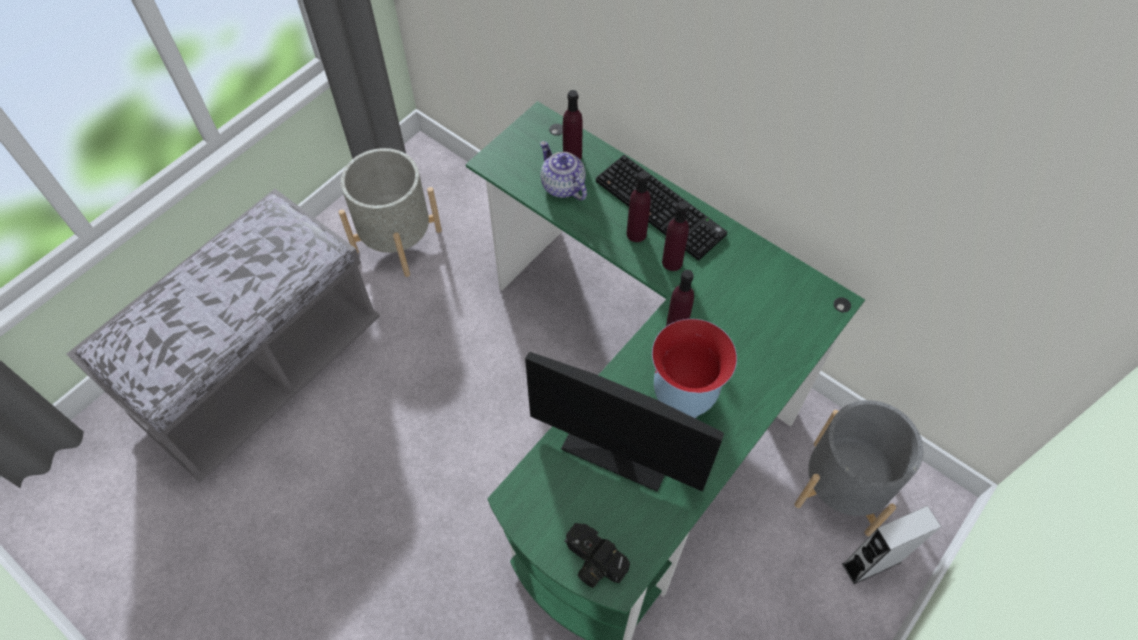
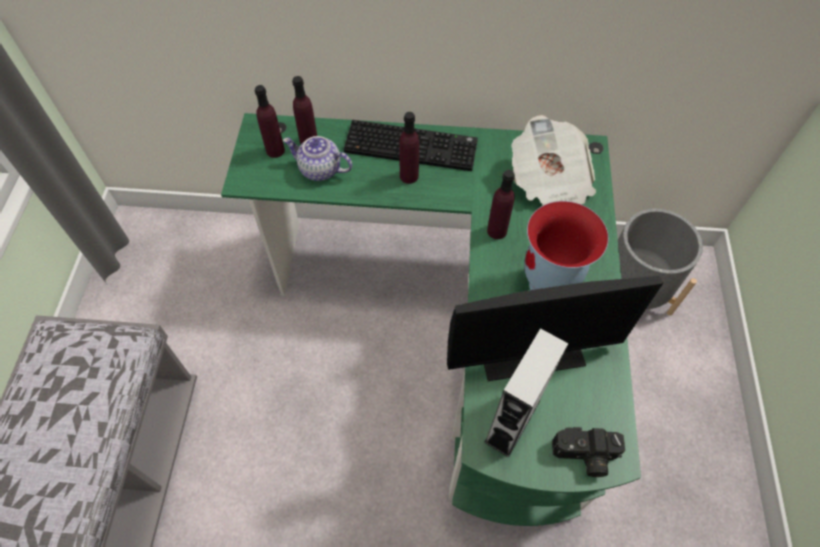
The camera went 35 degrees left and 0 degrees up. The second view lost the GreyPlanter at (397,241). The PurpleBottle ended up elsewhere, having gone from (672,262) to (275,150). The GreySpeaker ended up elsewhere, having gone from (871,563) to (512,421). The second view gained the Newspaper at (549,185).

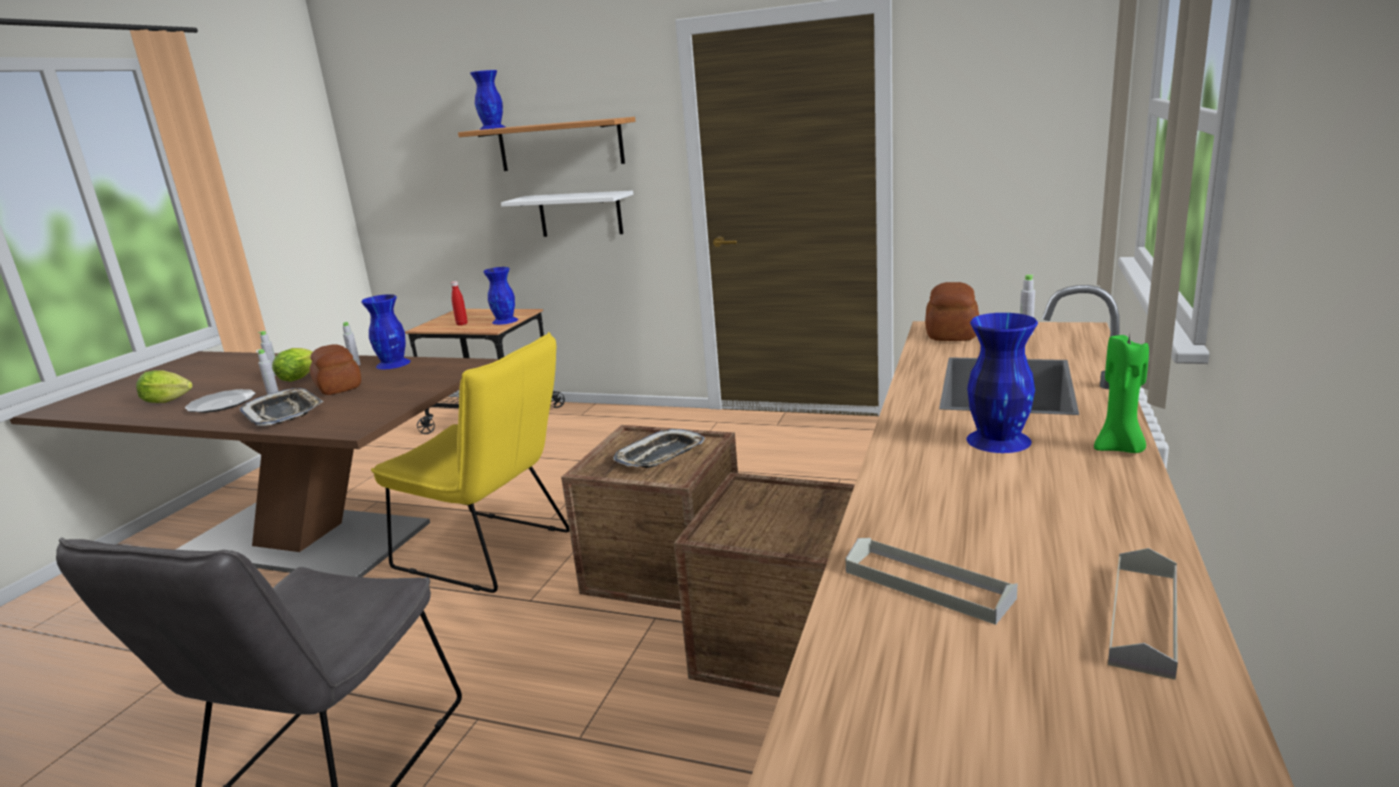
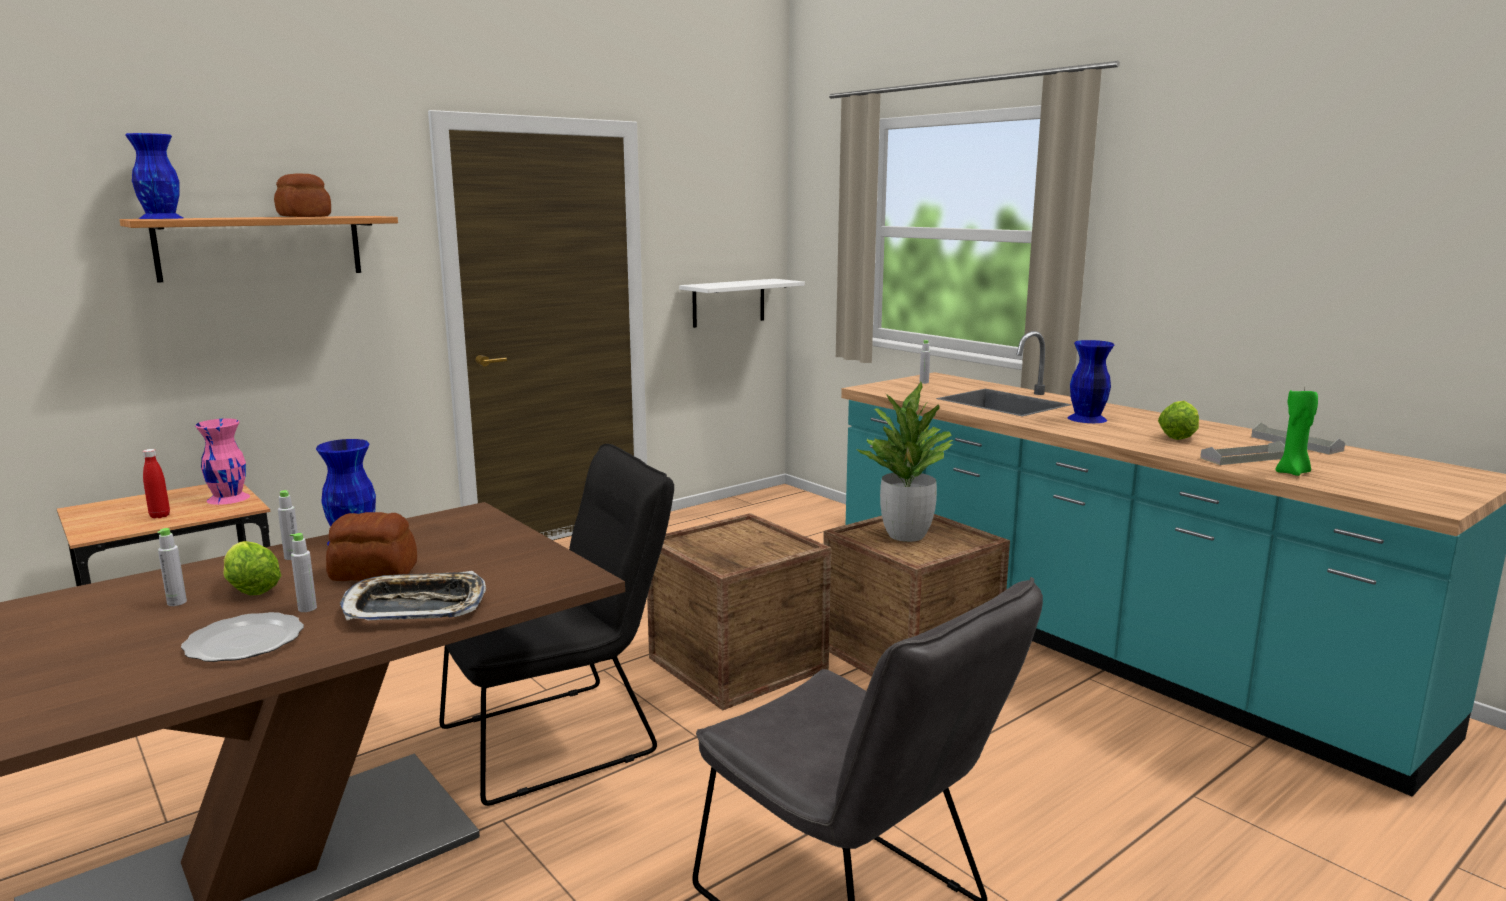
The camera went 60 degrees left and 5 degrees down. The Lettuce ended up elsewhere, having gone from (171,401) to (1179,436). What was the YellowChair at (492,552) turned into the BlackChair at (563,736). What was the BlueVase at (505,320) turned into the PinkVase at (228,498). The WhiteShelf ended up elsewhere, having gone from (580,214) to (728,302). The second view lost the Tray at (660,456). The Bread ended up elsewhere, having gone from (952,333) to (304,216). The GreenCandle ended up elsewhere, having gone from (1120,449) to (1293,473). The second view gained the PottedPlant at (906,536).

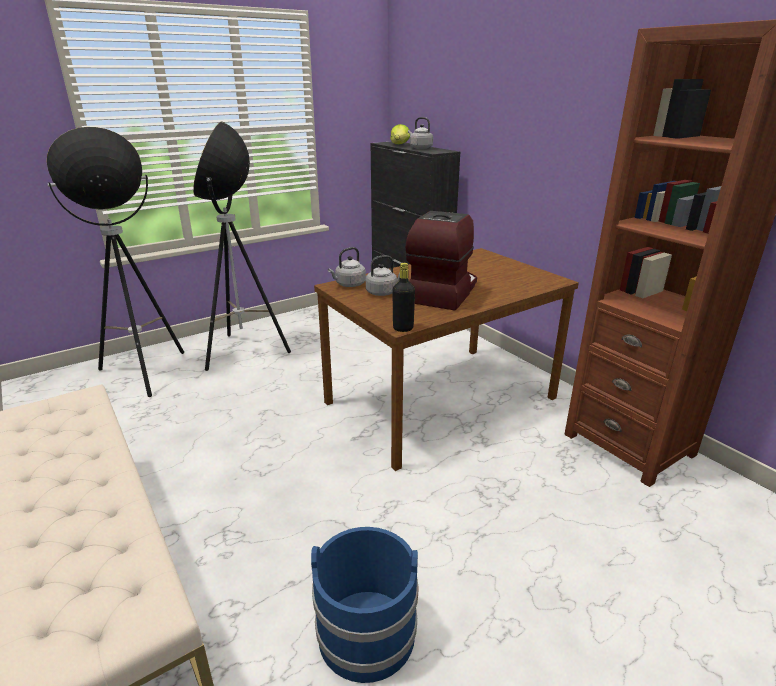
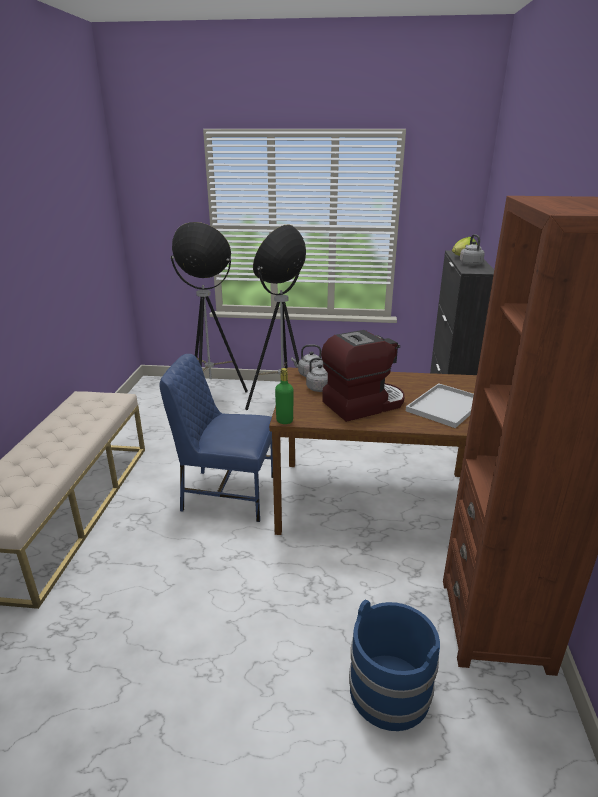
The camera went 40 degrees right and 0 degrees up. The BlueBucket ended up elsewhere, having gone from (367,633) to (390,691). What was the BlackBottle at (403,328) turned into the GreenBottle at (284,421). The second view gained the BlueChair at (227,493). The second view gained the WhiteTray at (446,407).

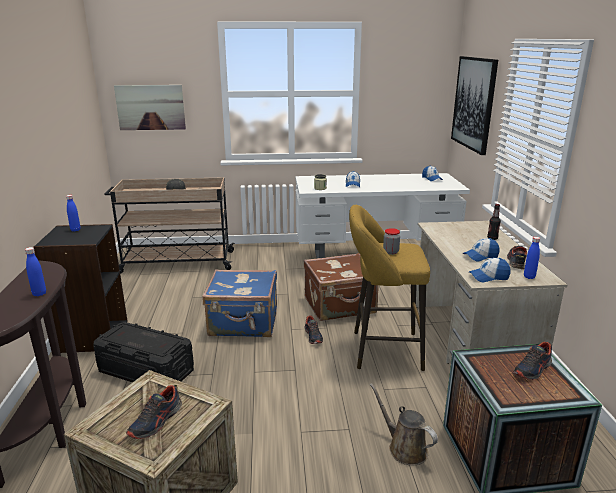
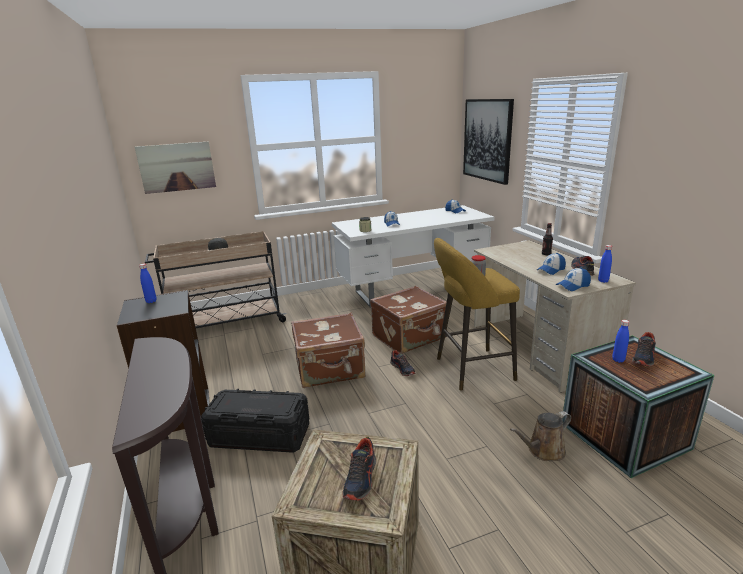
The camera went 15 degrees left and 0 degrees up. The BlueBottle ended up elsewhere, having gone from (39,294) to (618,360). What was the BlueSuitcase at (244,323) turned into the BrownSuitcase at (330,370). The BrownWateringCan at (404,448) ended up facing another way, 60 degrees counterclockwise from before.

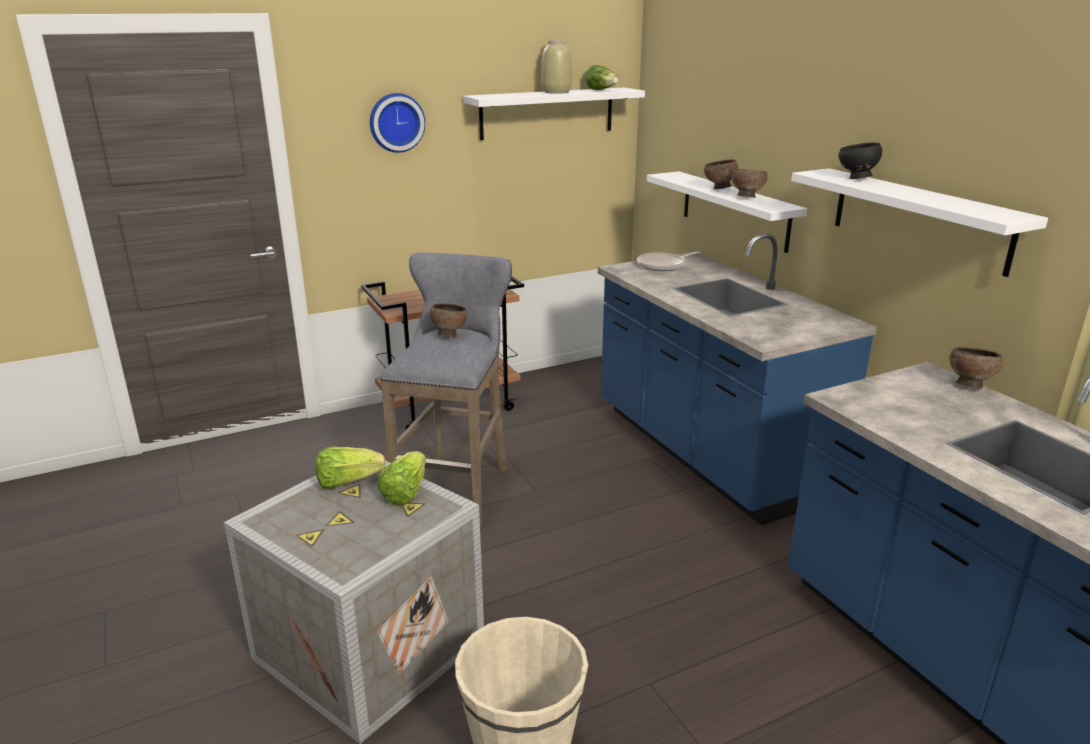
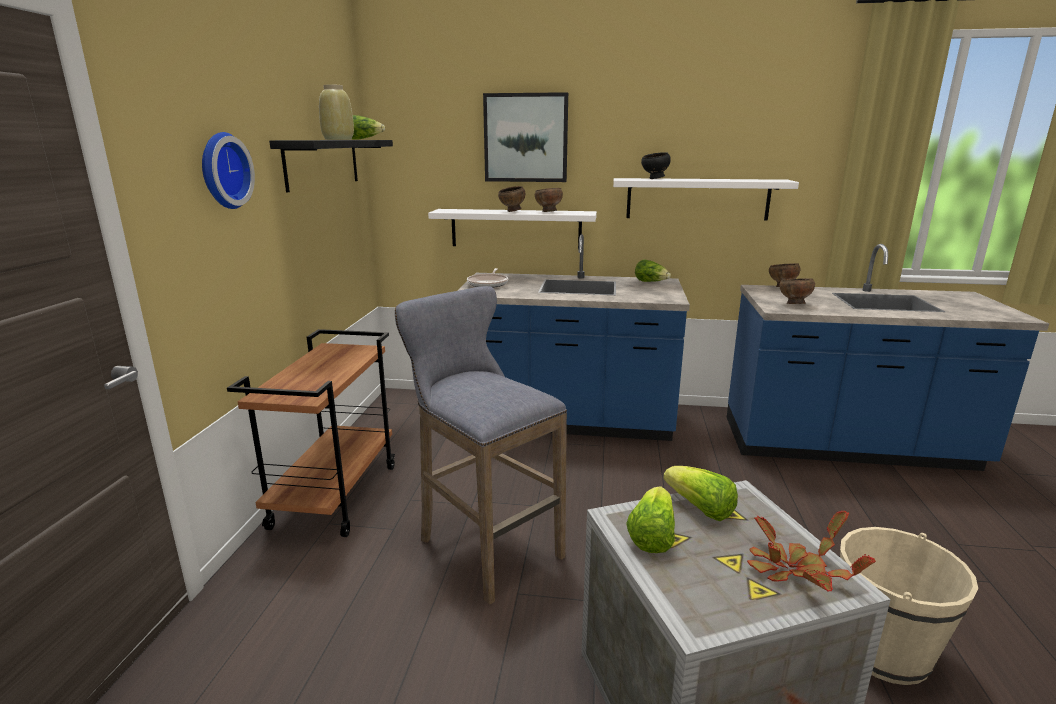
The camera went 55 degrees left and 5 degrees down. The BrownBowl ended up elsewhere, having gone from (449,335) to (793,304). What was the WhiteShelf at (547,113) turned into the BlackShelf at (322,163). The second view gained the Picture at (526,138). The second view gained the Lettuce at (651,282). The second view gained the PottedPlant at (794,570).

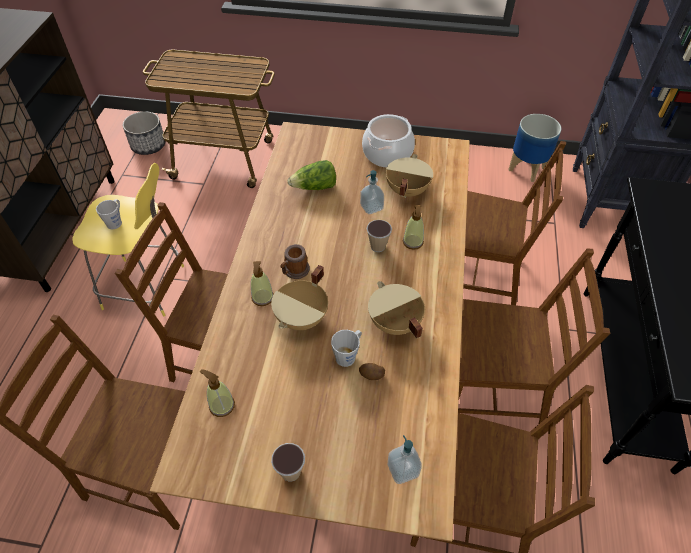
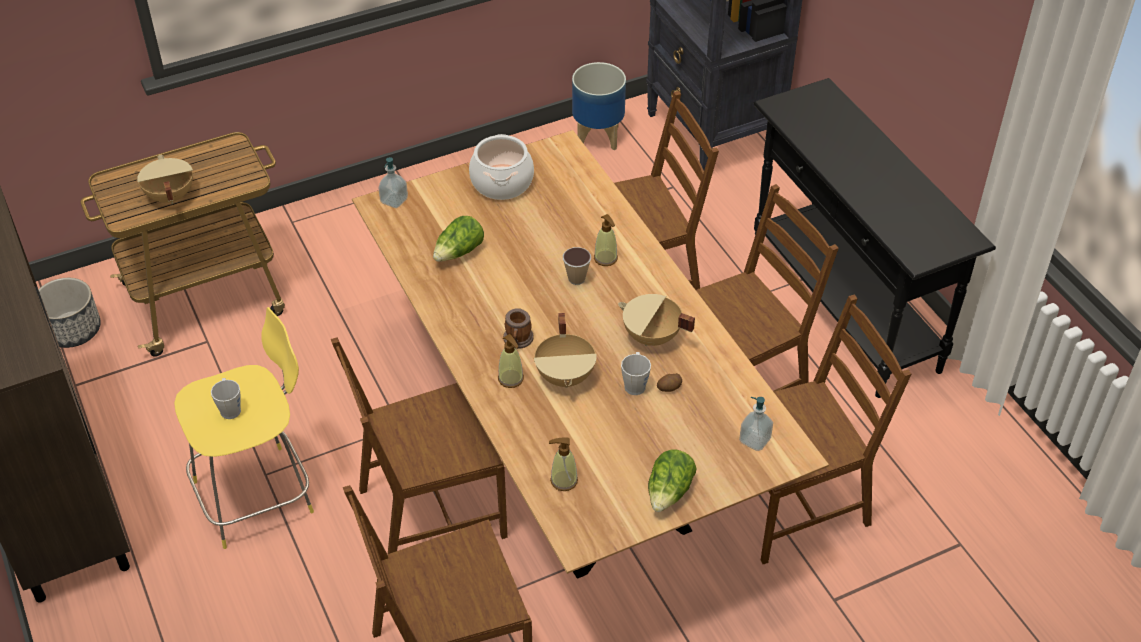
The camera went 35 degrees left and 5 degrees down. Where the Cup stood at (290,472), the Lettuce came to stand at (669,492). The SoapDispenser ended up elsewhere, having gone from (371,207) to (394,200). The BeigeCookingPot ended up elsewhere, having gone from (406,190) to (169,196).

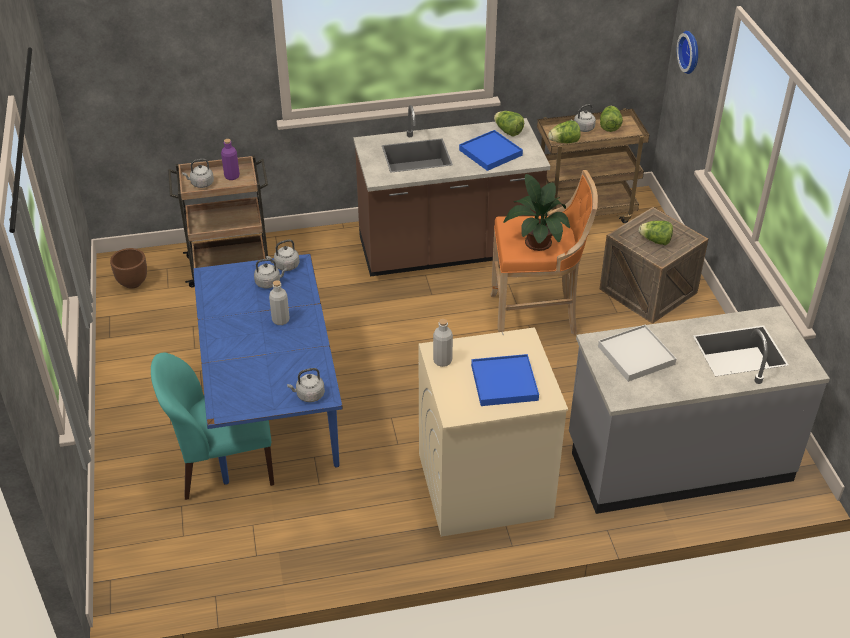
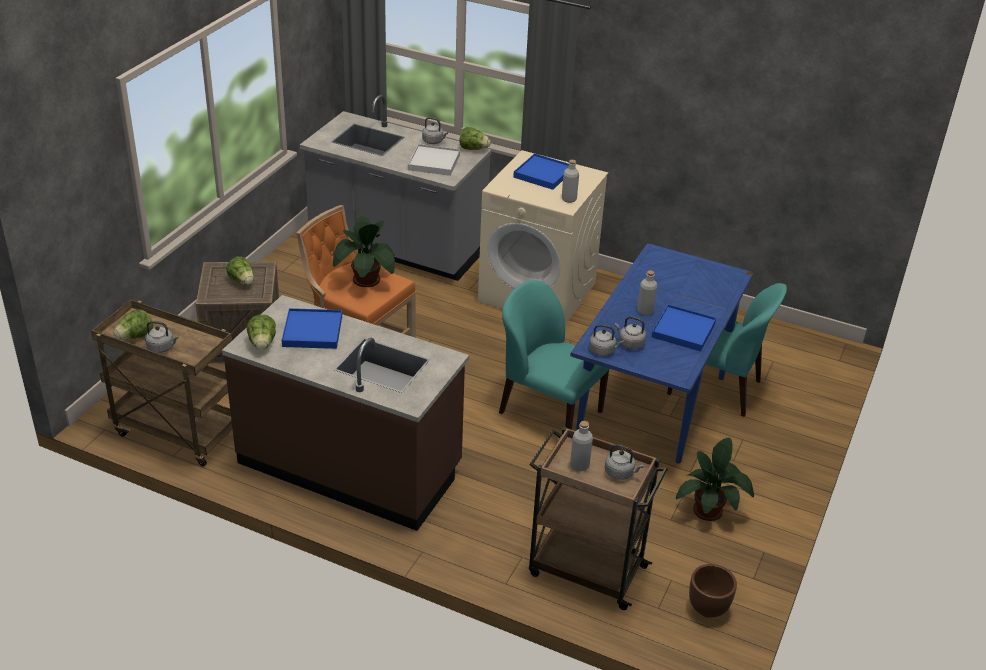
The camera went 145 degrees left and 5 degrees down. What was the PurpleBottle at (232,176) turned into the GreyBottle at (579,465). The GreyKettle ended up elsewhere, having gone from (309,395) to (434,141). The Lettuce ended up elsewhere, having gone from (564,142) to (473,149). The second view lost the WallClock at (691,52). The second view gained the TurquoiseChair at (548,411). The second view gained the BlueTray at (683,330). The second view gained the PottedPlant at (710,509).

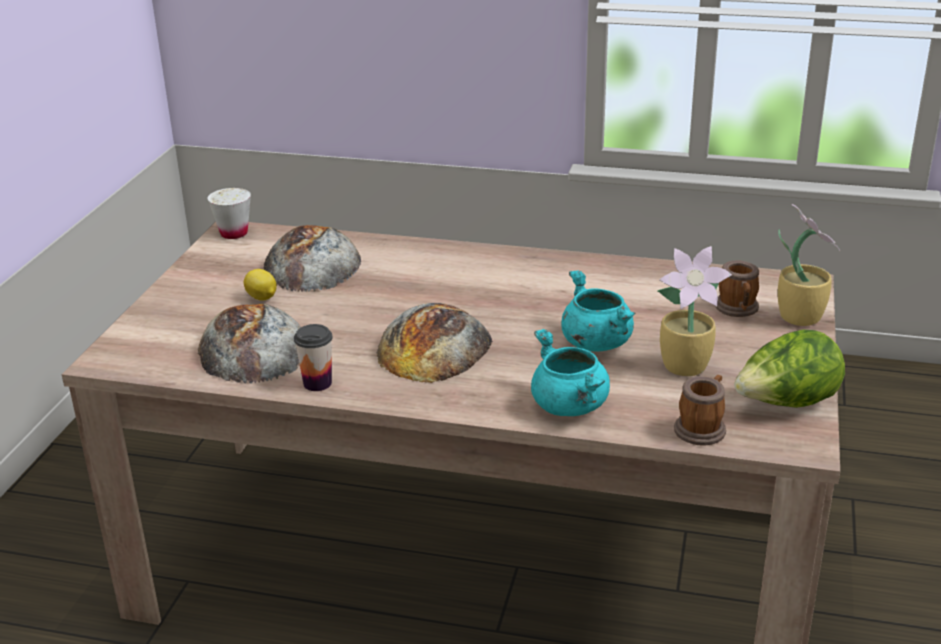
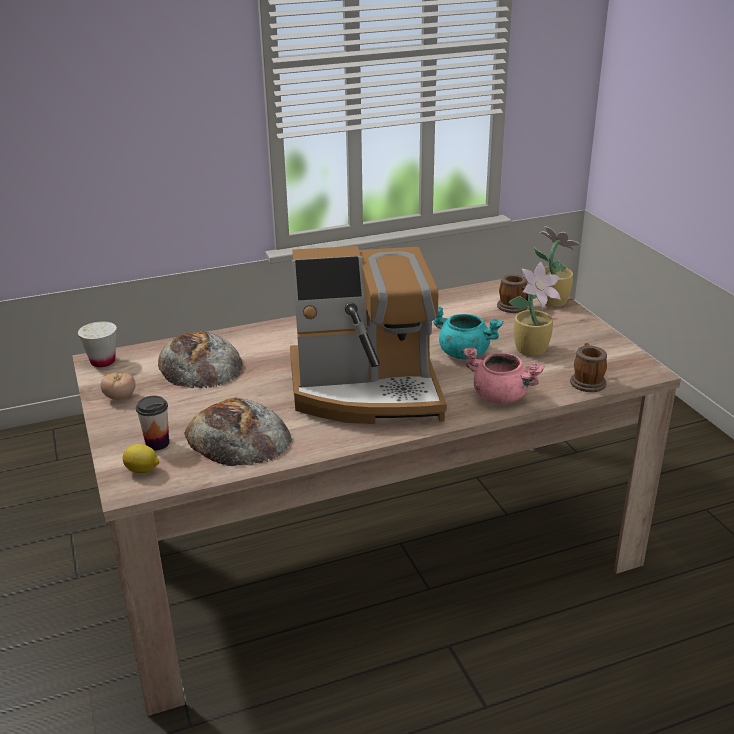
The camera went 35 degrees left and 0 degrees up. The Lemon ended up elsewhere, having gone from (262,298) to (143,470). The Cup ended up elsewhere, having gone from (317,383) to (157,443). Where the Bread stood at (434,346), the CoffeeMachine came to stand at (366,390). What was the TurquoiseCookingPot at (570,407) turned into the PinkCookingPot at (501,396). The second view lost the Lettuce at (786,404). The second view gained the Tomato at (120,397).

